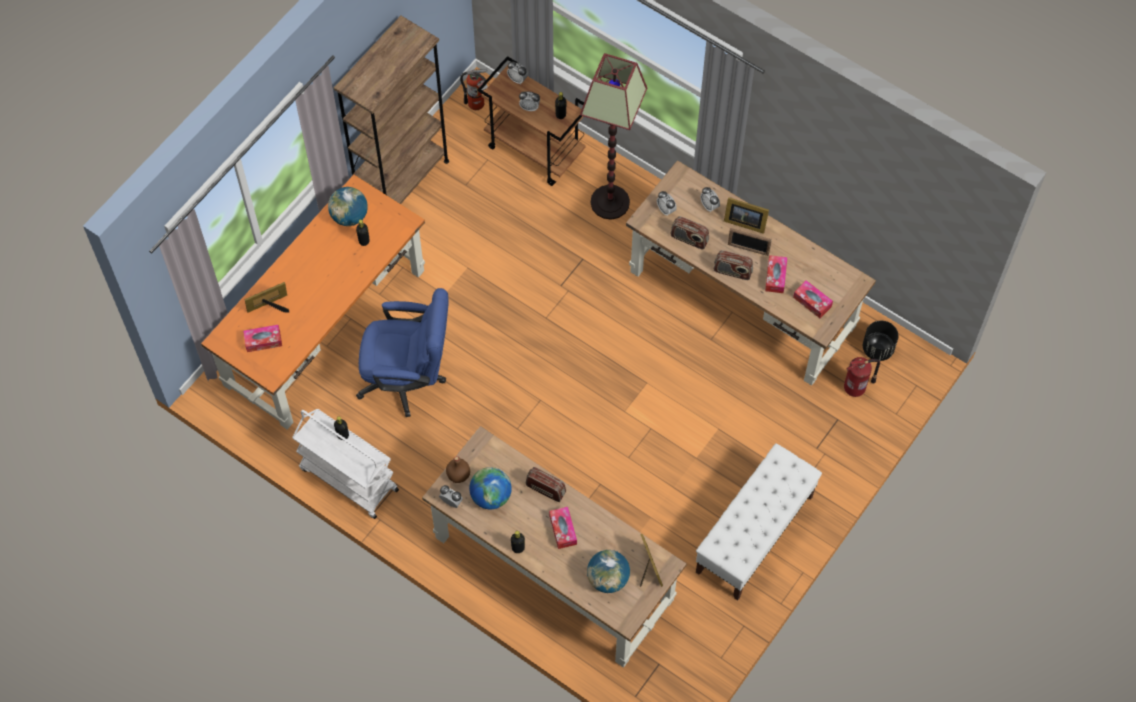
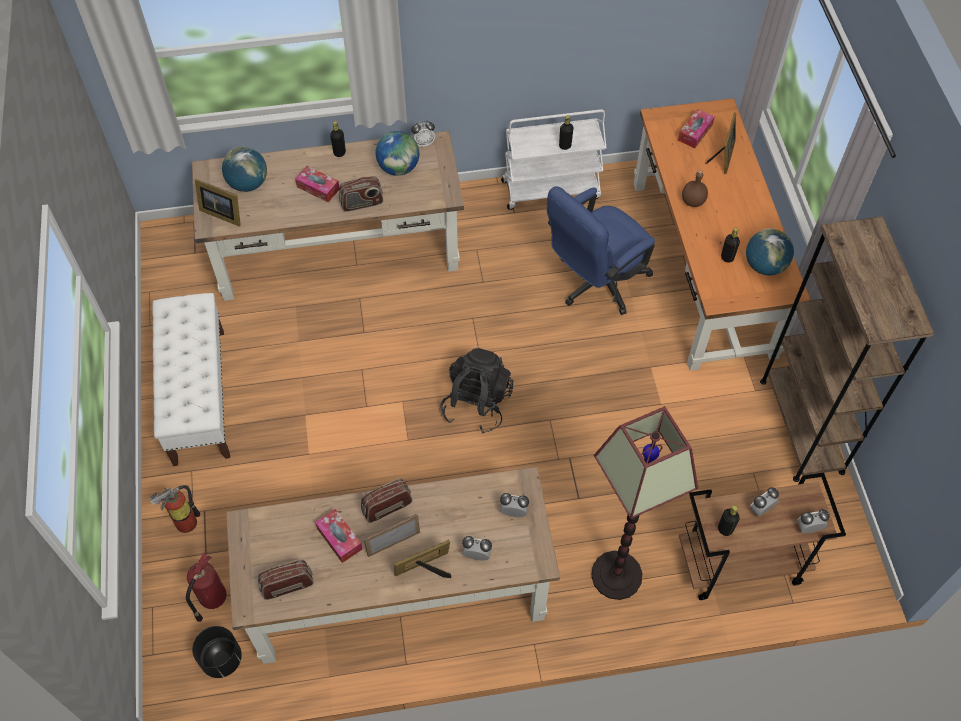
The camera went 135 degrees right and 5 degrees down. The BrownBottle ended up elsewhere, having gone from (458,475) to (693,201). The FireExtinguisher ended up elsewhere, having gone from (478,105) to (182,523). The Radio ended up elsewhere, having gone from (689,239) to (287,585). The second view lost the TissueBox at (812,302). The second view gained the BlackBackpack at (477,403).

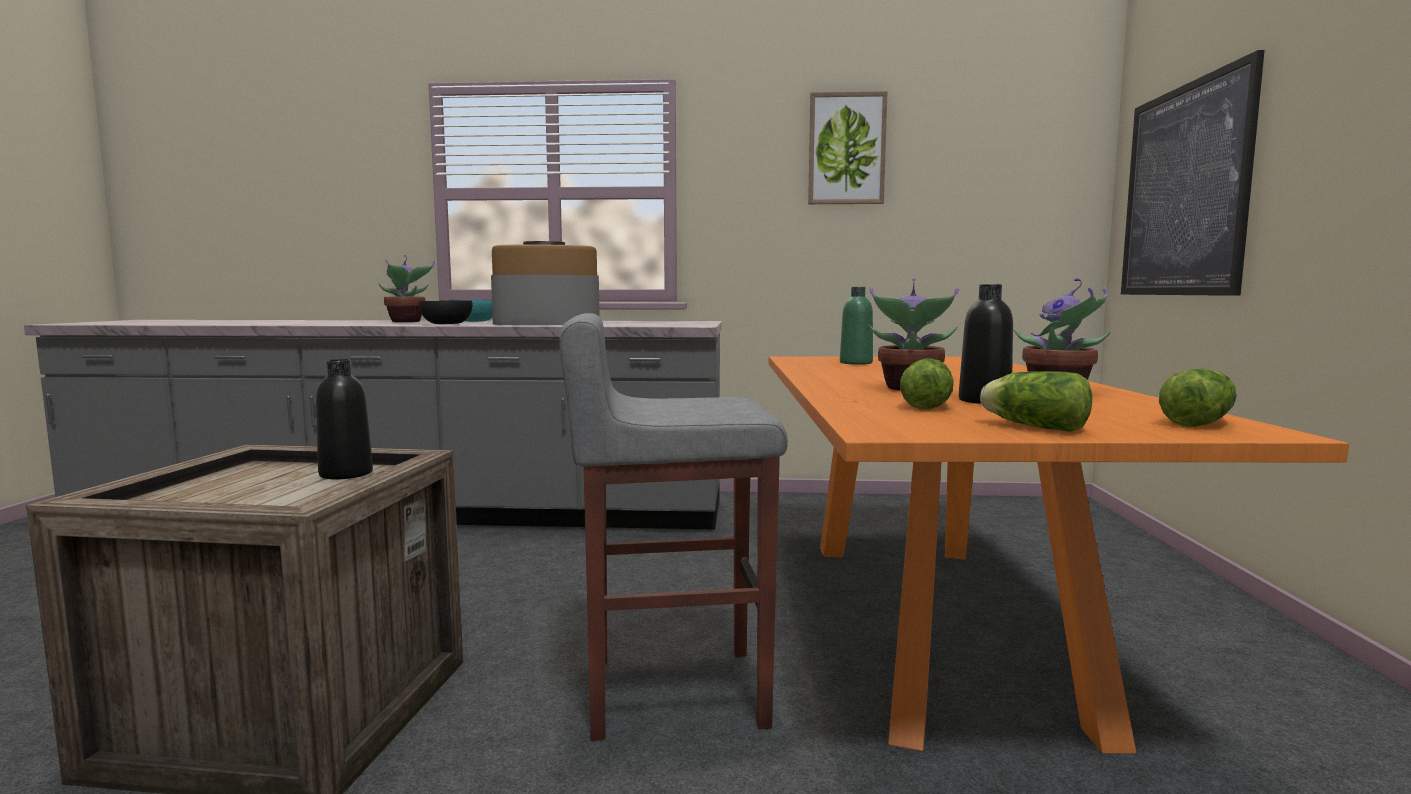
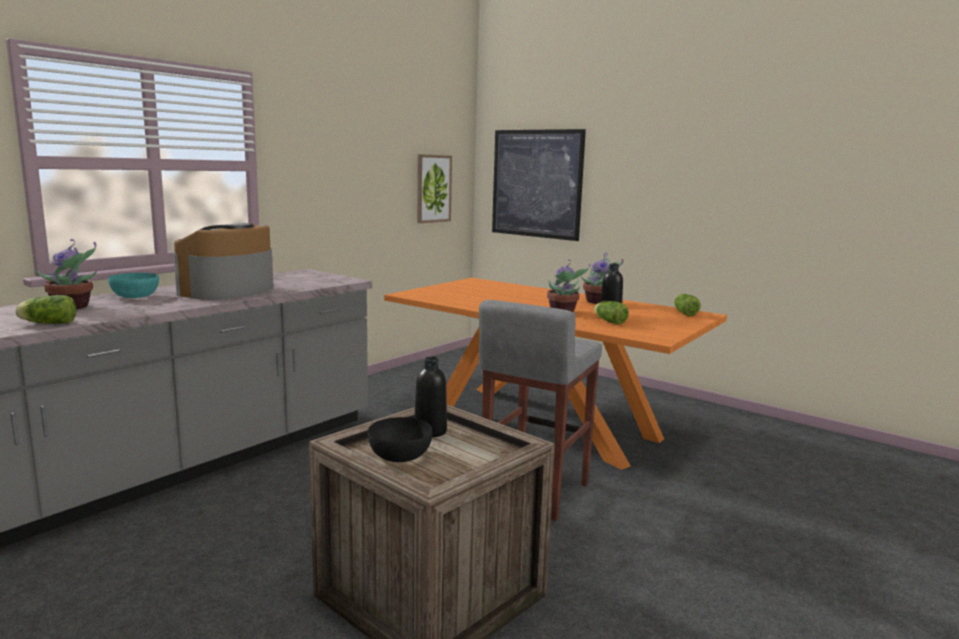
The camera went 55 degrees left and 5 degrees up. The BlackBowl ended up elsewhere, having gone from (446,324) to (401,456). The Picture ended up elsewhere, having gone from (846,149) to (433,188). The second view lost the GreenBottle at (856,363). The Lettuce ended up elsewhere, having gone from (1032,426) to (47,323).

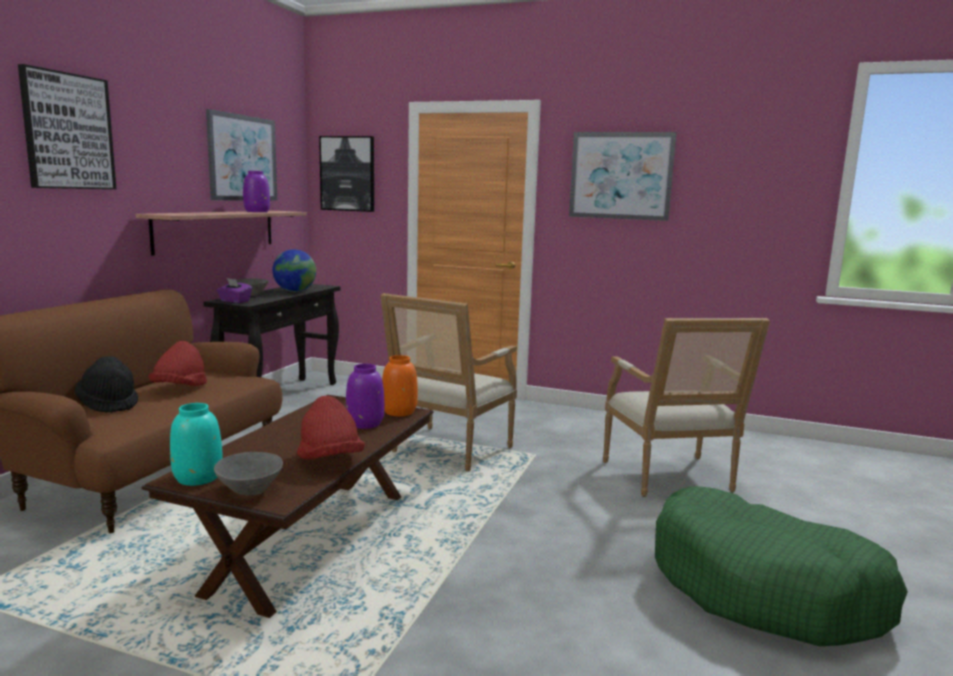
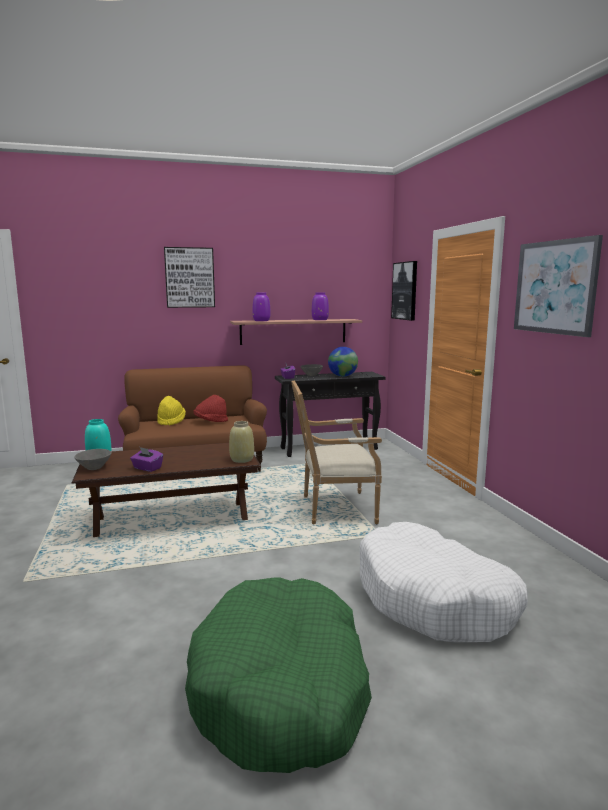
The camera went 55 degrees right and 0 degrees up. What was the BlackHat at (109,404) turned into the YellowHat at (171,421). The second view lost the Picture at (242,158). Where the RedHat stood at (330,460), the PurpleTissueBox came to stand at (147,468). The PurpleVase ended up elsewhere, having gone from (365,423) to (261,320). What was the OrangeVase at (399,412) turned into the BeigeVase at (241,459). Where the Armchair stood at (672,479), the WhiteDogBed came to stand at (434,599).

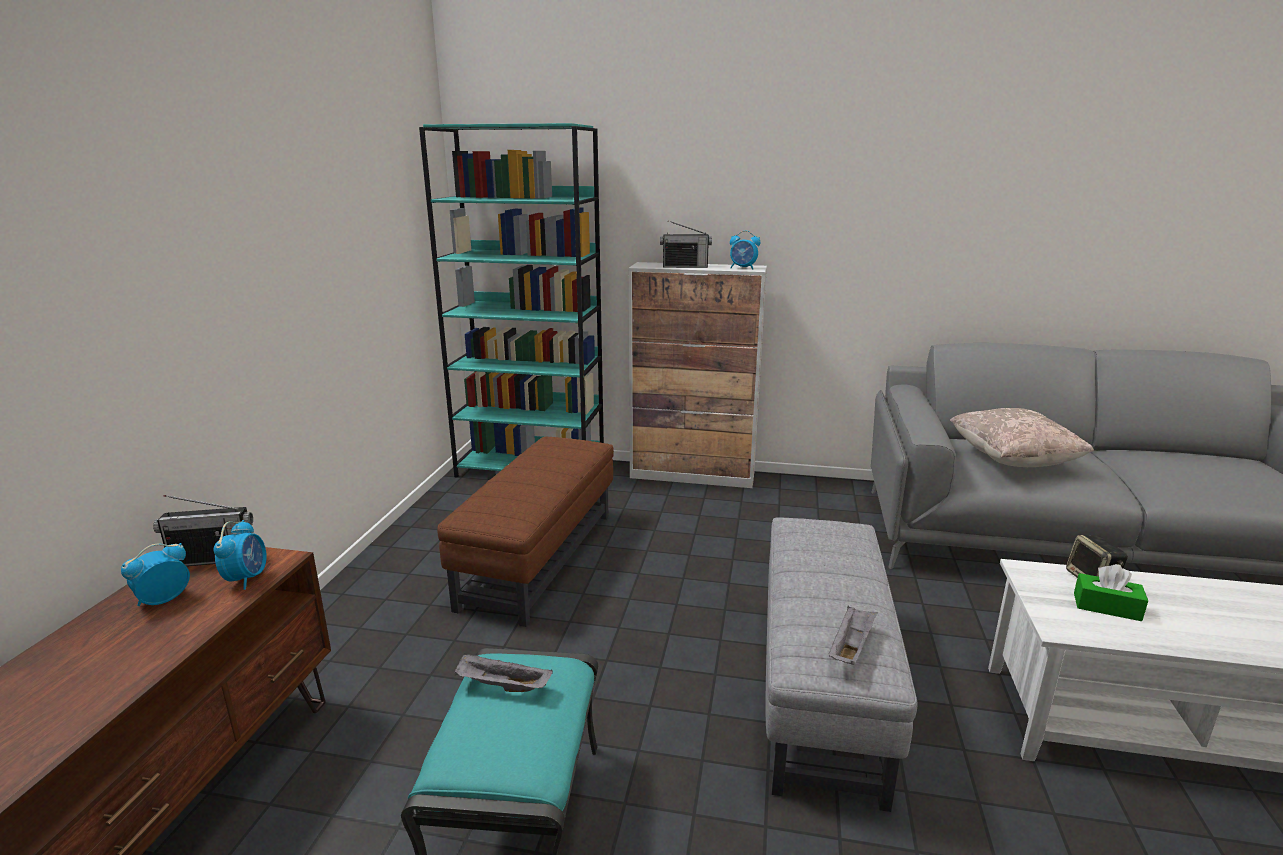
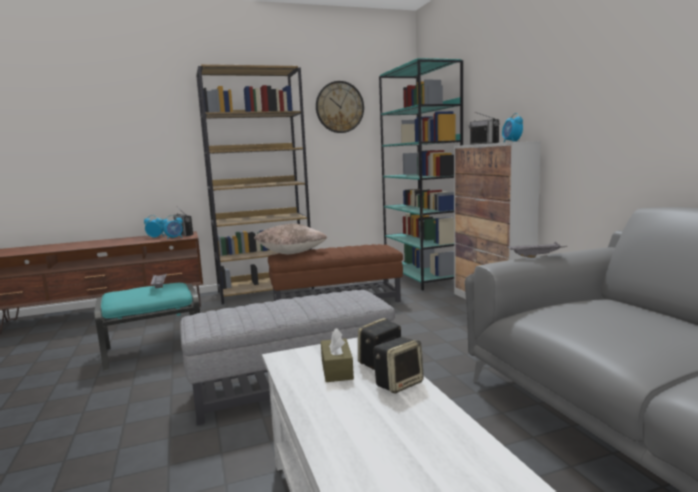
The camera went 60 degrees right and 10 degrees down. The GreyTray ended up elsewhere, having gone from (850,647) to (536,256). The BeigePillow ended up elsewhere, having gone from (1012,460) to (291,253). What was the GreenTissueBox at (1106,607) turned into the BrownTissueBox at (337,369). The second view gained the BrownBookcase at (266,291). The second view gained the WallClock at (339,107). The second view gained the Speaker at (399,383).

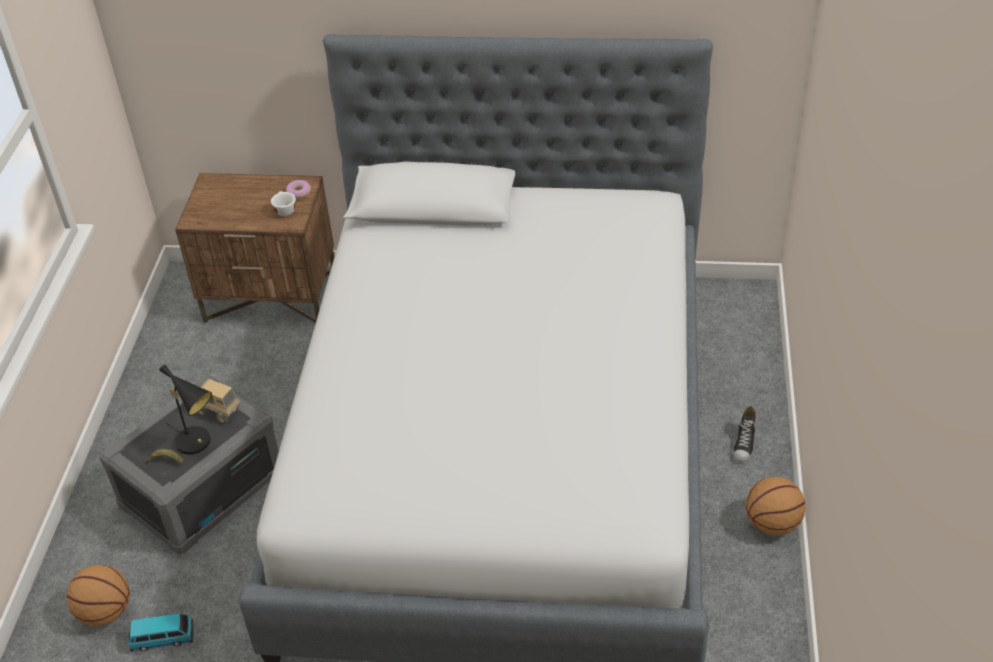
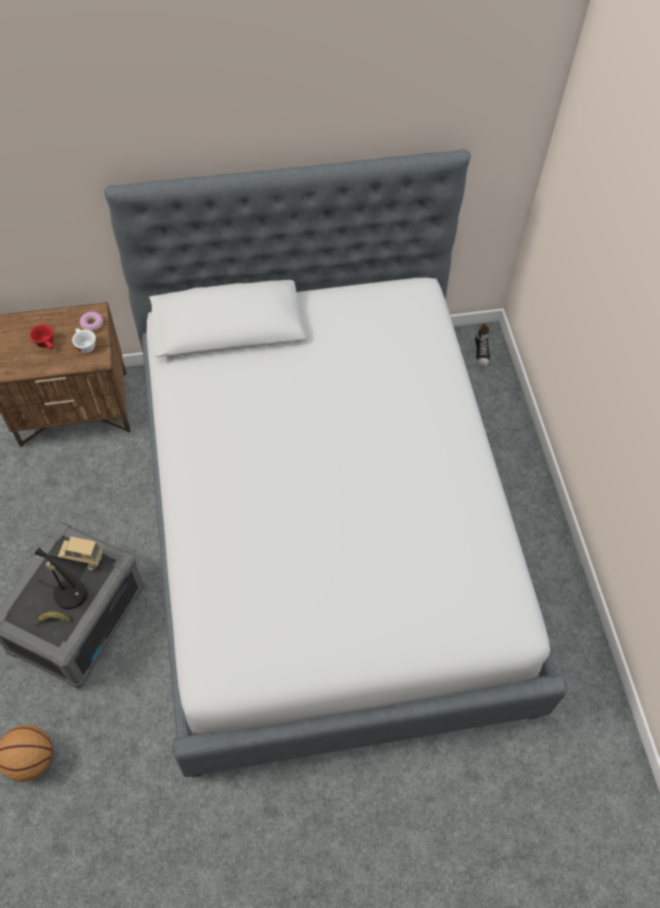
The camera went 20 degrees left and 15 degrees up. The second view lost the ToyCar at (163,638). The Shoe ended up elsewhere, having gone from (744,443) to (482,352). The second view lost the Basketball at (772,523). The second view gained the RedCup at (46,344).

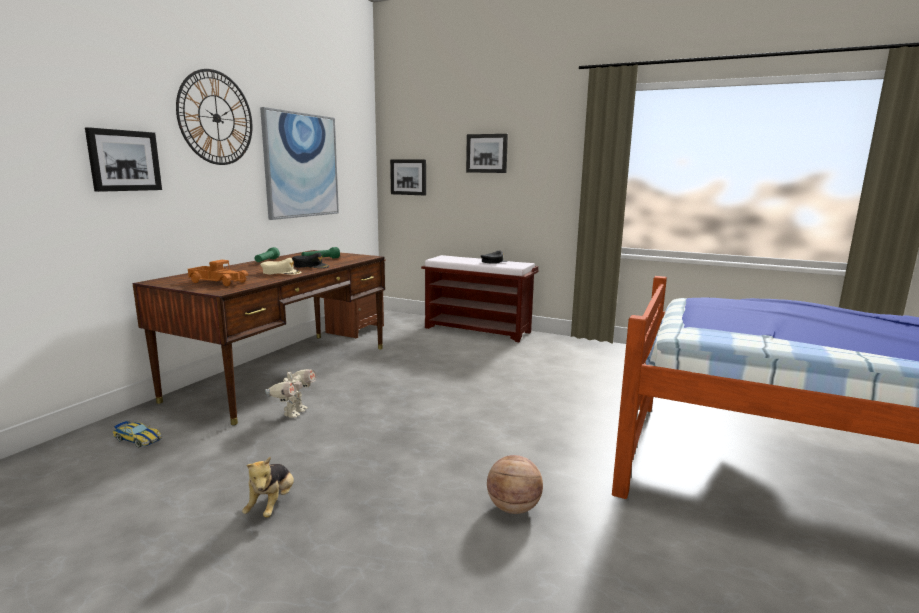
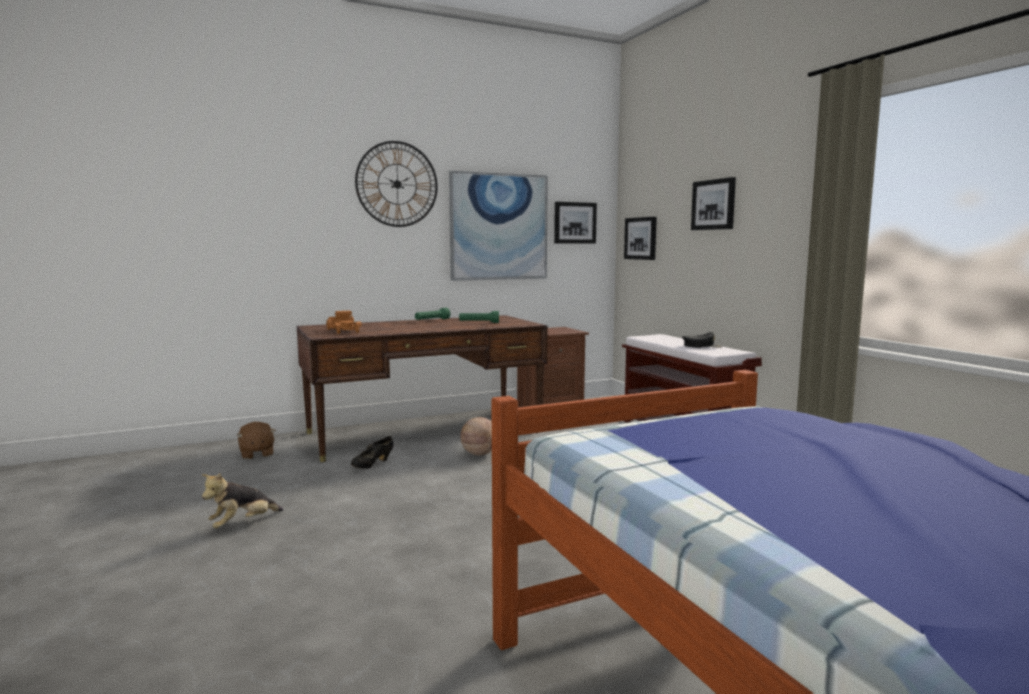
The camera went 40 degrees right and 5 degrees down. The Picture ended up elsewhere, having gone from (124,160) to (574,223). Where the ToyCar stood at (137,439), the BrownPlushToy came to stand at (256,454). The second view lost the BeigeCap at (281,272). Where the ToyRobot stood at (294,413), the BlackShoe came to stand at (372,465). The second view lost the BlackCap at (311,266). The Basketball ended up elsewhere, having gone from (513,508) to (479,454).

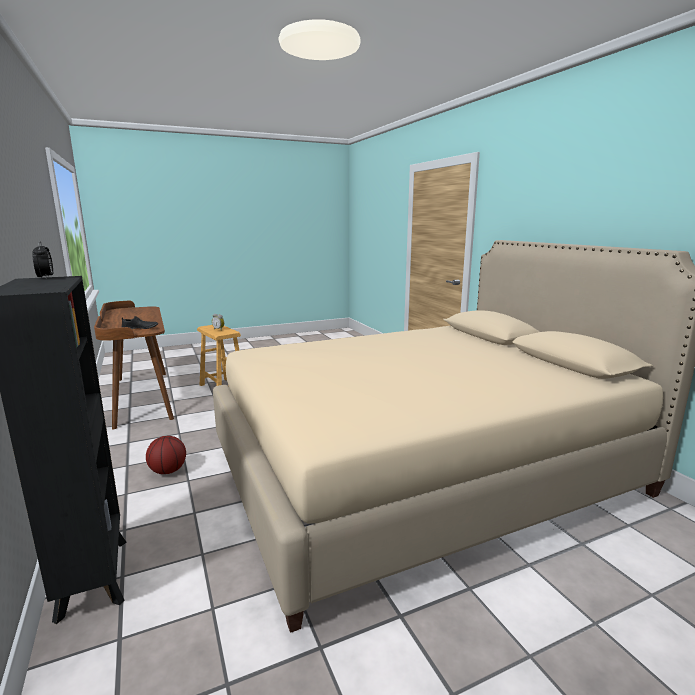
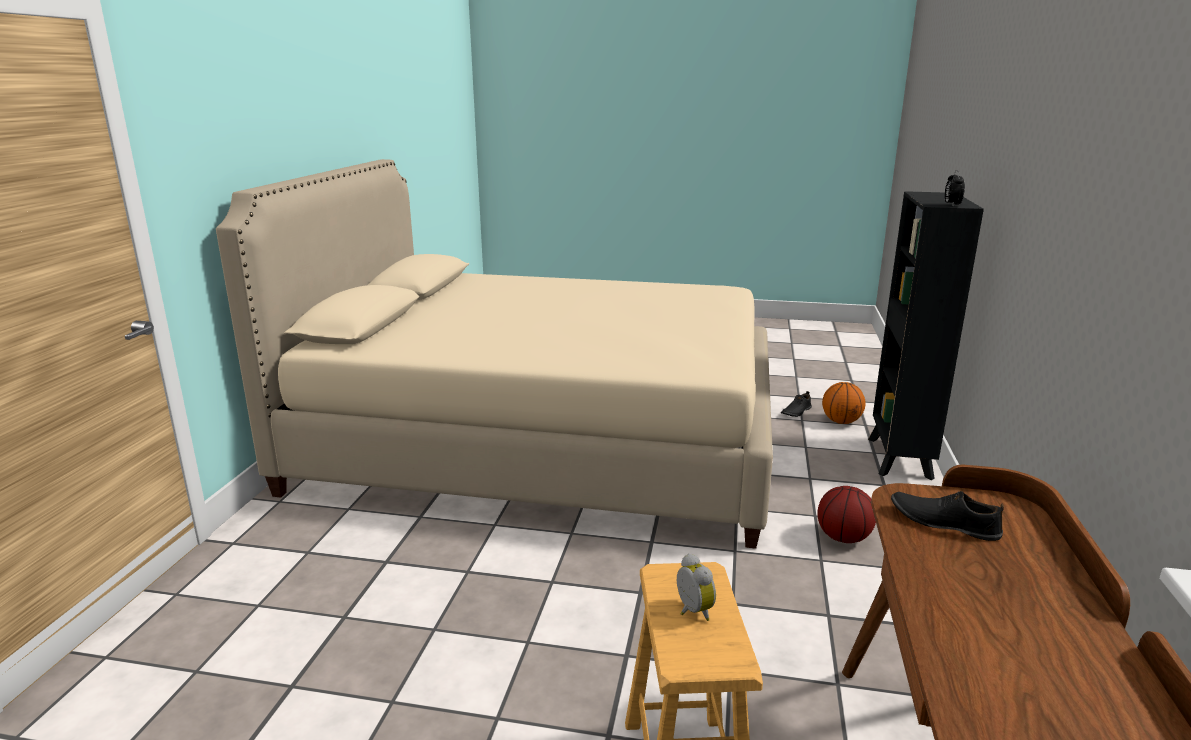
The camera went 145 degrees left and 5 degrees up. The second view gained the BlackShoe at (796,412). The second view gained the Basketball at (841,421).

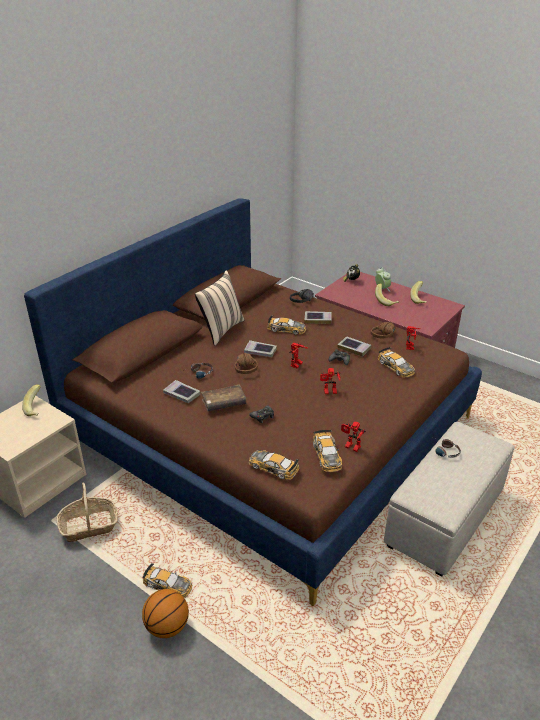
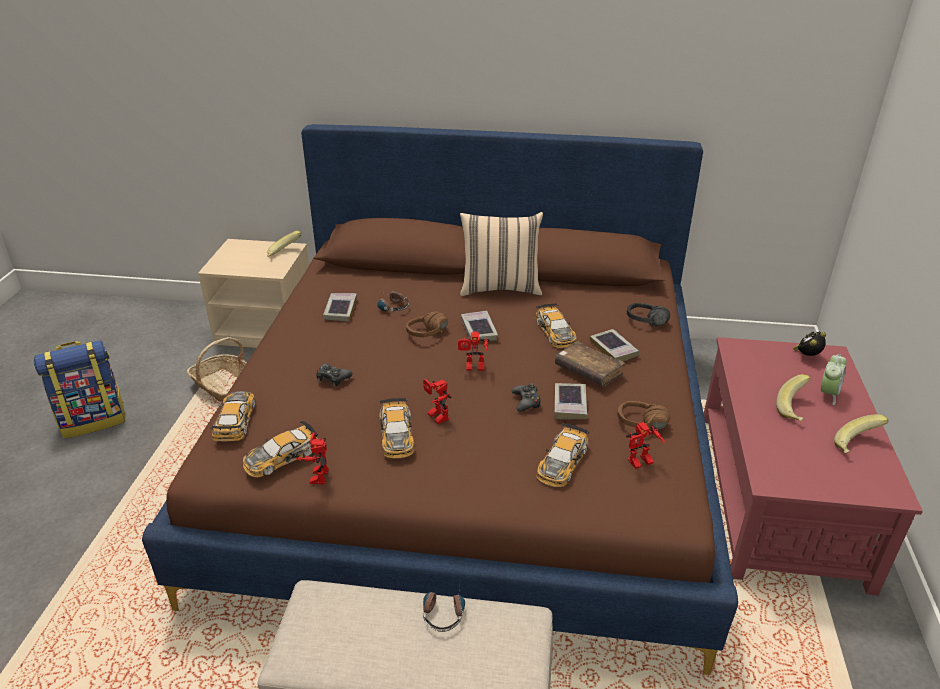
The camera went 60 degrees right and 0 degrees up. The second view lost the Basketball at (167,627). The ToyCar ended up elsewhere, having gone from (168,584) to (396,434). The BrownBook ended up elsewhere, having gone from (224,403) to (588,371). The second view gained the Backpack at (94,420).

